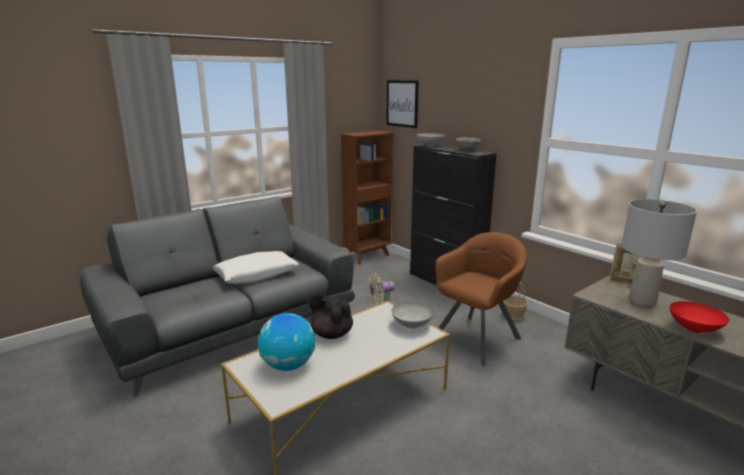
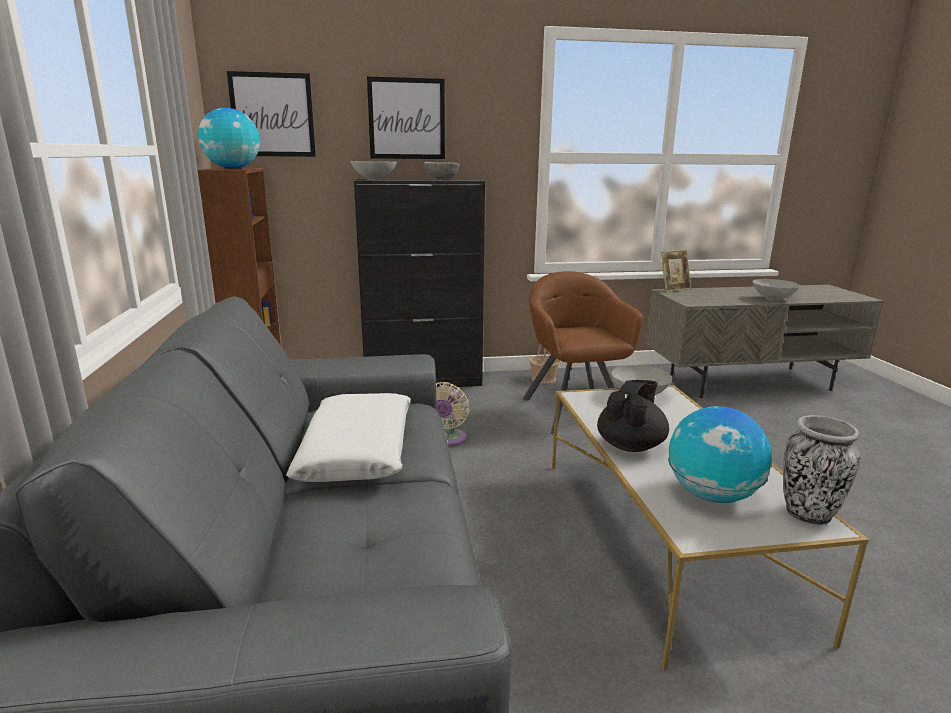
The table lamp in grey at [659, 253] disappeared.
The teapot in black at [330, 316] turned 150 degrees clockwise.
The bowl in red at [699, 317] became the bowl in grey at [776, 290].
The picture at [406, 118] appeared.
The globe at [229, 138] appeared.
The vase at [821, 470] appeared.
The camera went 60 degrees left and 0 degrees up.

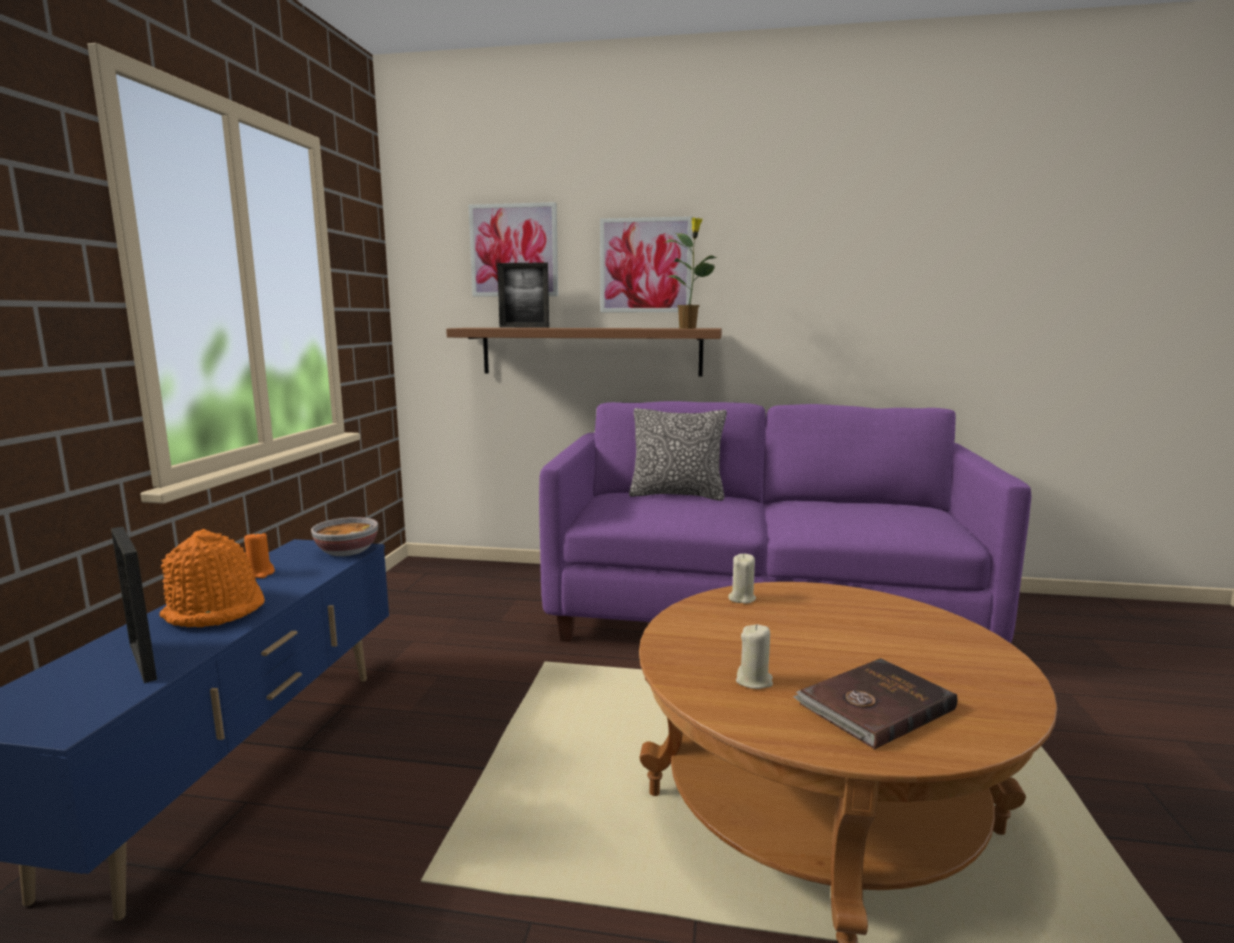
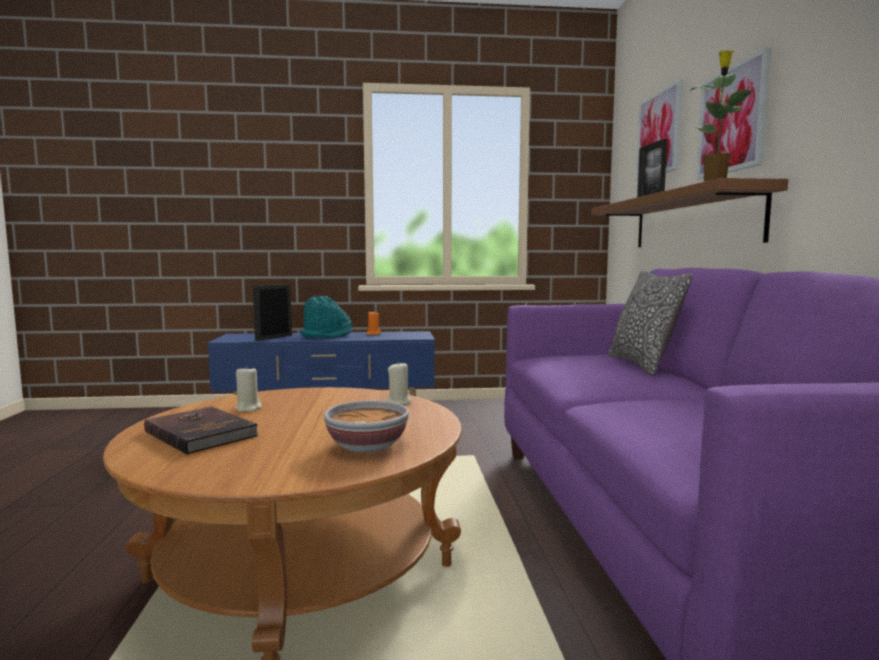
The bowl moved from [344, 536] to [366, 426].
The hat in orange at [212, 578] became the hat in turquoise at [326, 317].
The camera went 75 degrees right and 5 degrees down.

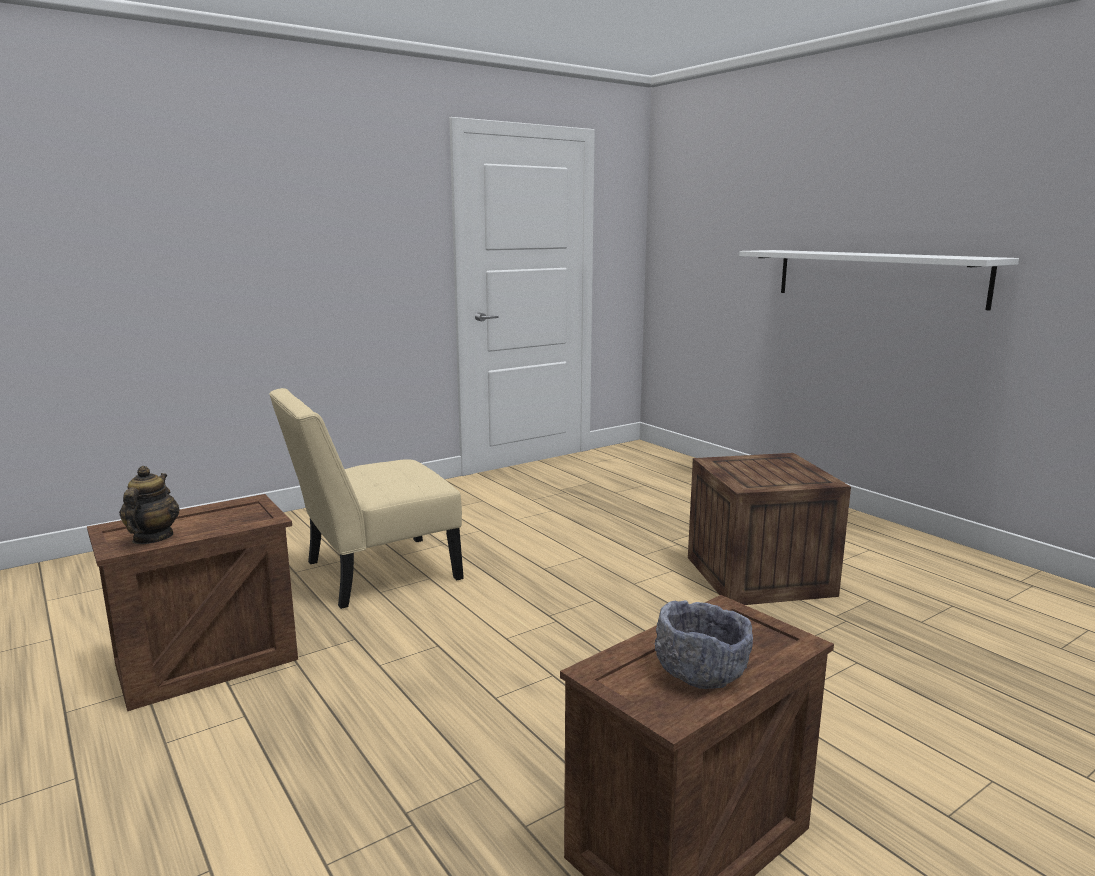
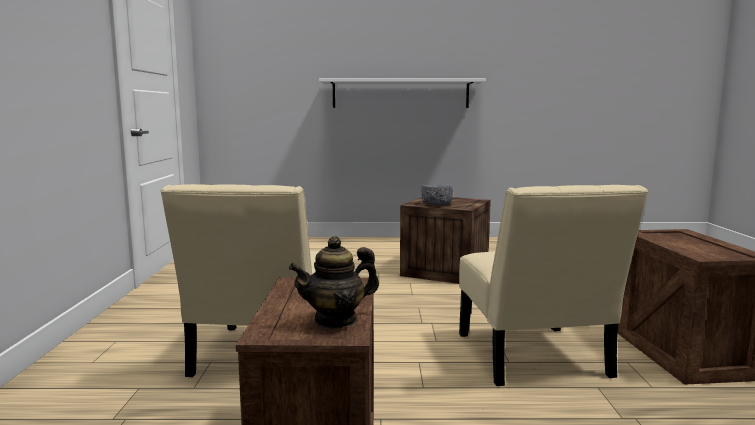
The teapot at [149, 505] turned 60 degrees counterclockwise.
The bowl in grey moved from [704, 644] to [437, 194].
The chair in beige at [553, 285] appeared.
The camera went 55 degrees left and 5 degrees down.

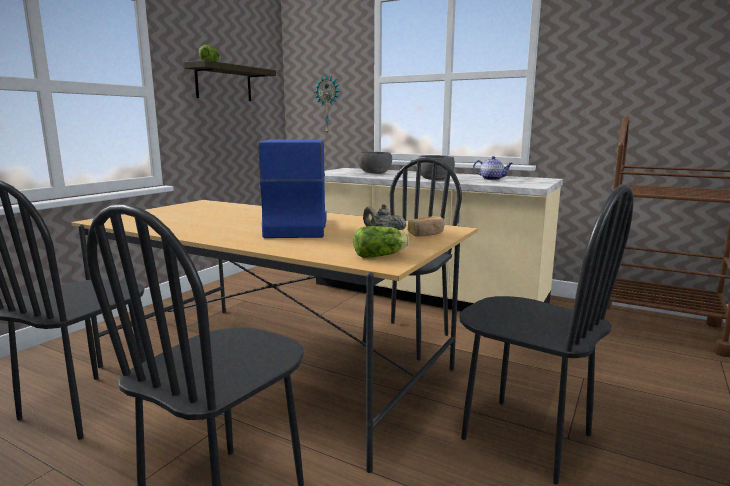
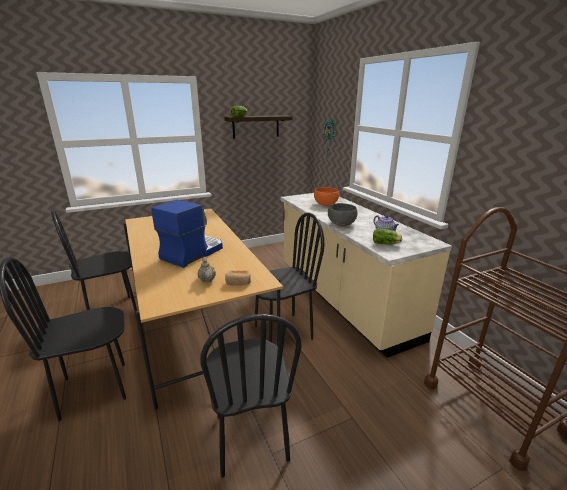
The bowl in grey at [375, 163] became the bowl in orange at [326, 196].
The lettuce moved from [381, 242] to [387, 236].
The camera went 35 degrees right and 10 degrees up.

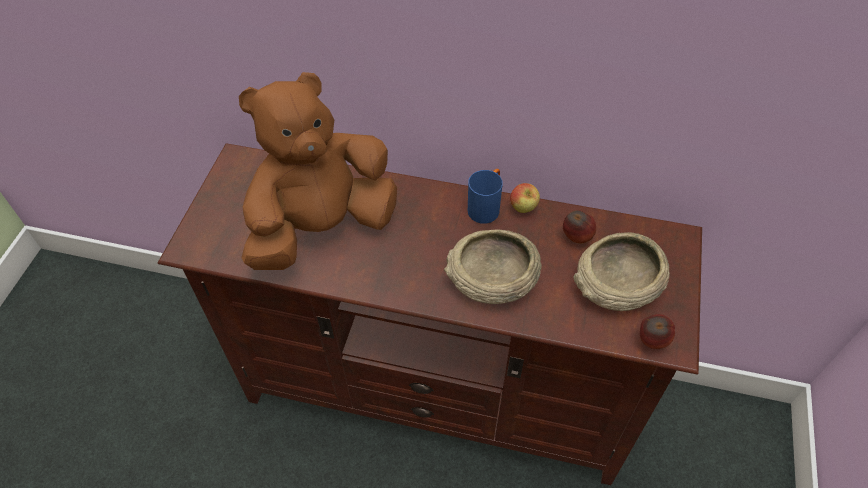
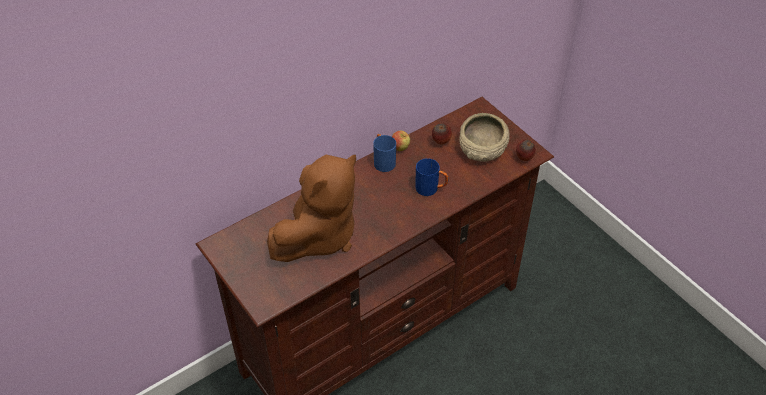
The plush toy in brown at [318, 171] turned 150 degrees counterclockwise.
The bowl in beige at [493, 266] was replaced by the mug in blue at [432, 177].
The camera went 50 degrees left and 5 degrees down.

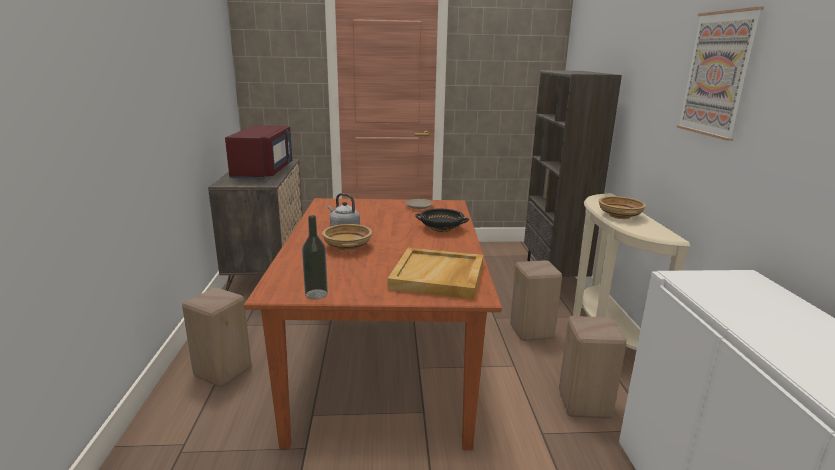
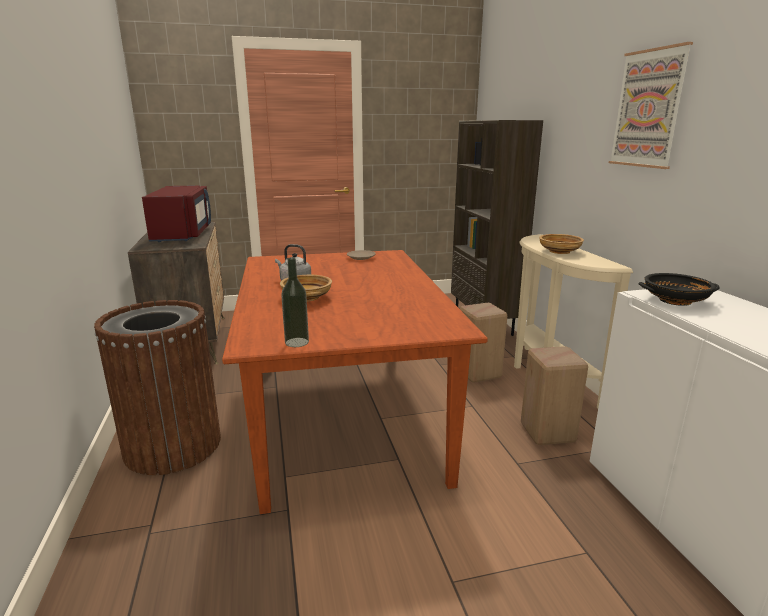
The bowl in black moved from [442, 220] to [679, 289].
The tray in beige at [435, 274] disappeared.
The stool in beige at [217, 337] was replaced by the trash can in brown at [157, 387].
The camera went 10 degrees left and 0 degrees up.

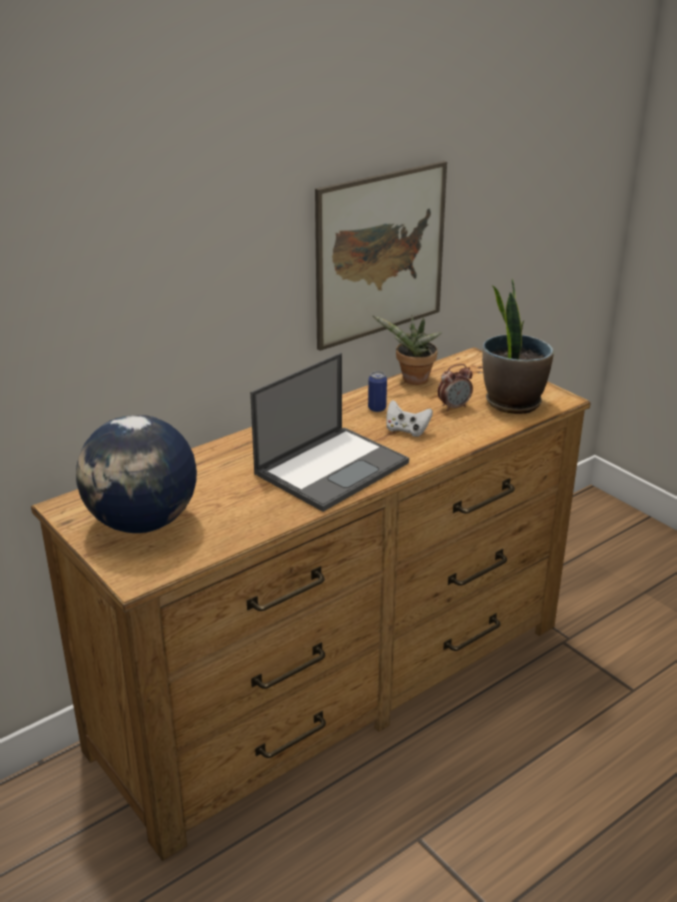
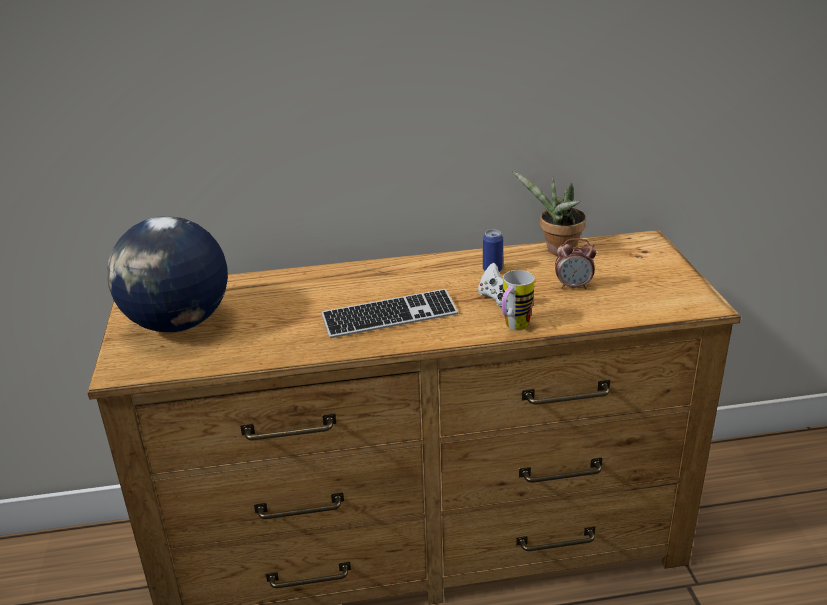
The picture at [381, 256] disappeared.
The potted plant at [518, 346] disappeared.
The laptop at [329, 432] was replaced by the keyboard at [389, 313].
The mug at [518, 300] appeared.
The camera went 30 degrees right and 0 degrees up.

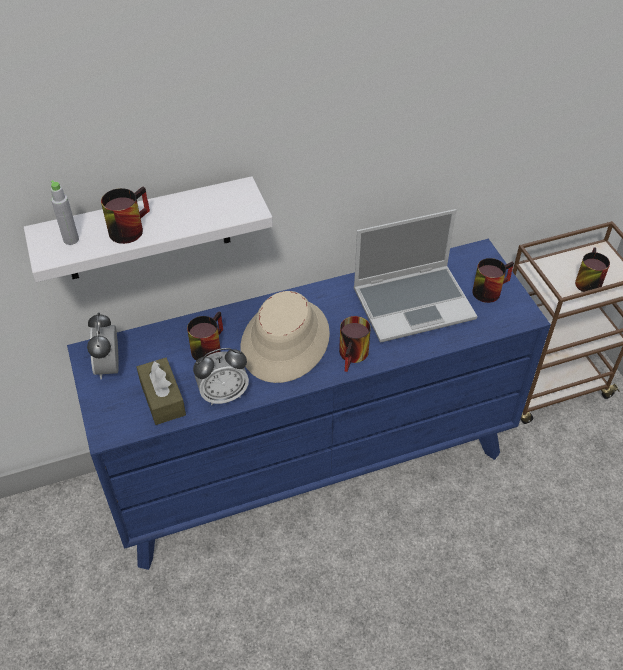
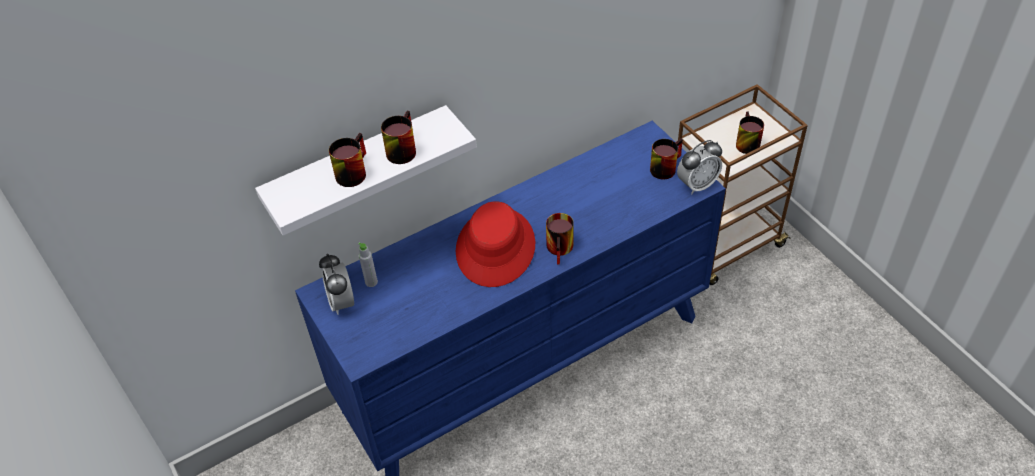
The bottle in grey moved from [65, 212] to [368, 264].
The laptop at [415, 276] disappeared.
The hat in beige at [285, 337] became the hat in red at [495, 244].
The mug moved from [205, 336] to [398, 137].
The alarm clock moved from [221, 376] to [699, 167].
The tissue box in brown at [161, 391] disappeared.
The camera went 10 degrees left and 0 degrees up.

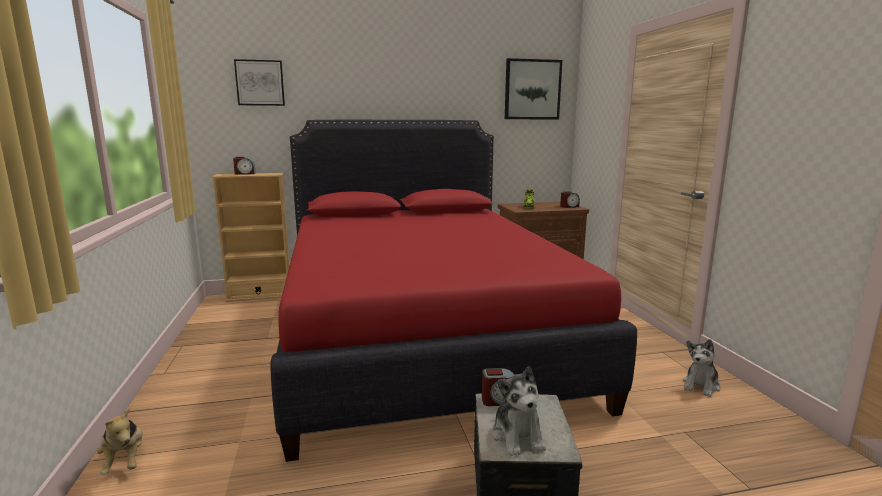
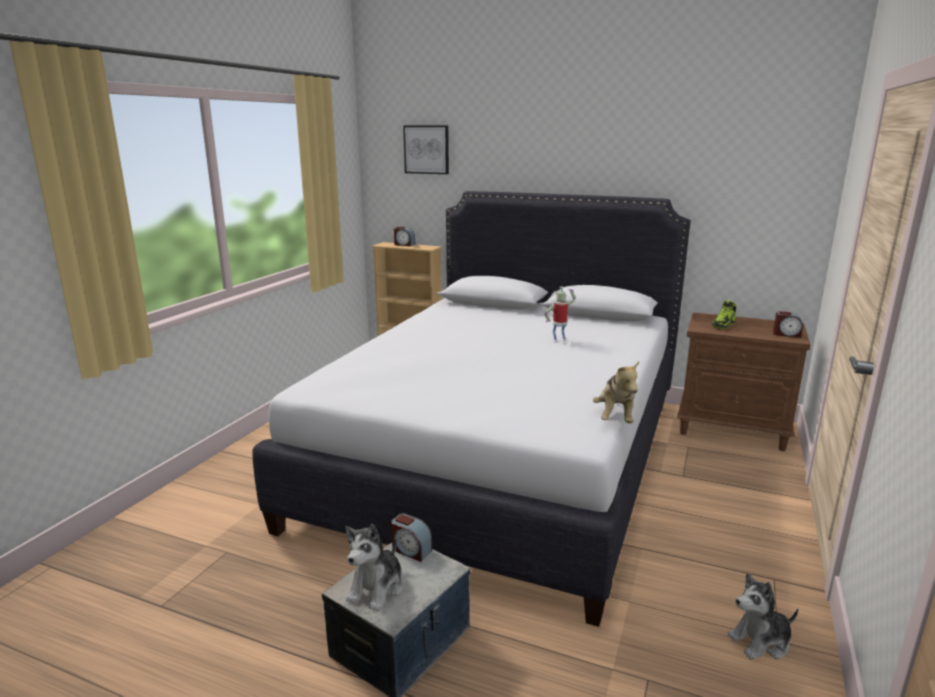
The picture at [533, 88] disappeared.
The bed in red at [453, 291] became the bed in white at [472, 409].
The plush toy moved from [120, 442] to [616, 392].
The toy robot at [560, 315] appeared.
The camera went 35 degrees right and 5 degrees up.

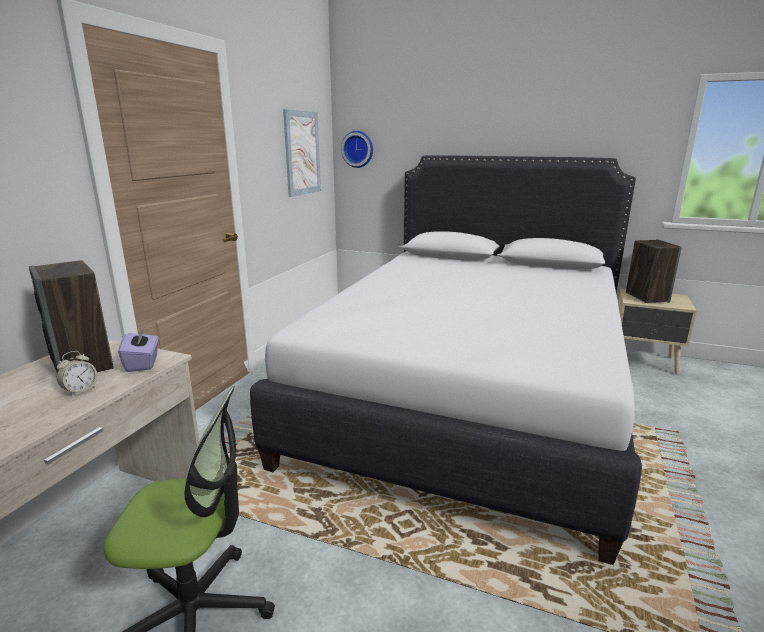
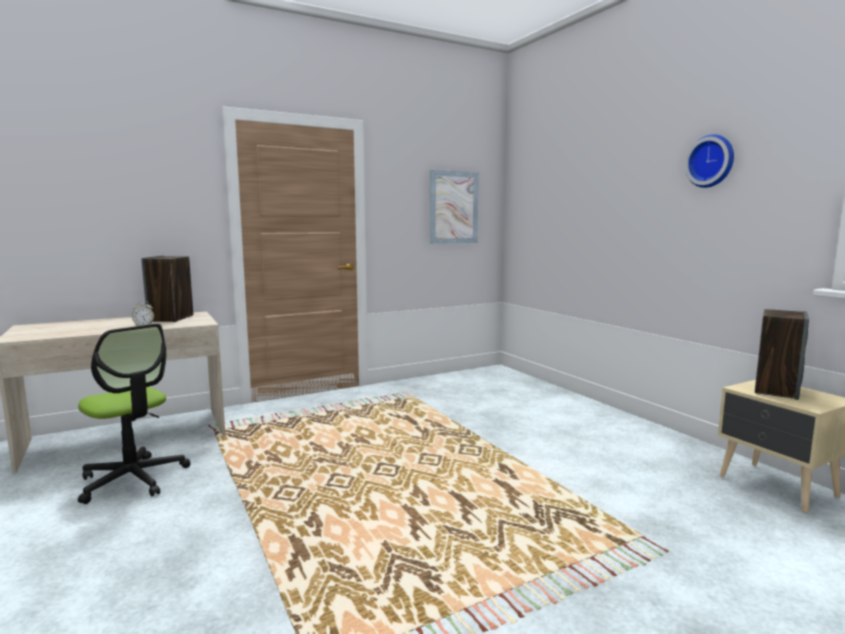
The wall clock moved from [357, 149] to [709, 161].
The bed in white at [446, 360] disappeared.
The tissue box in purple at [138, 349] disappeared.
The camera went 40 degrees right and 10 degrees down.

